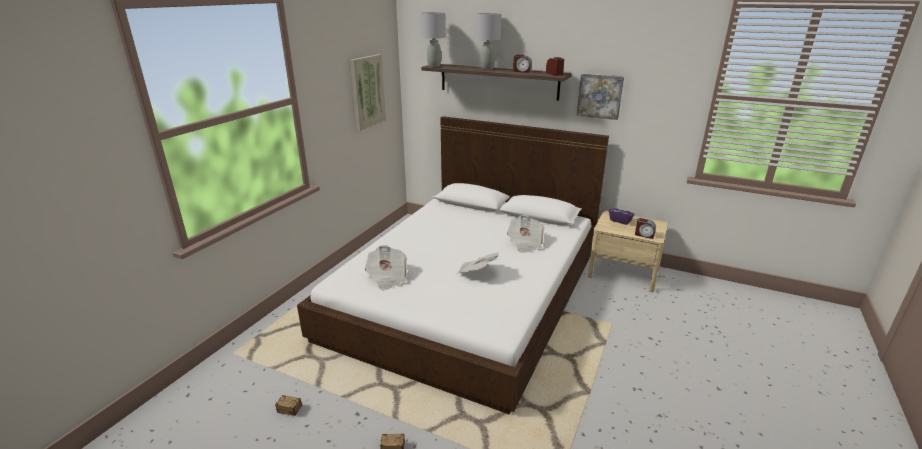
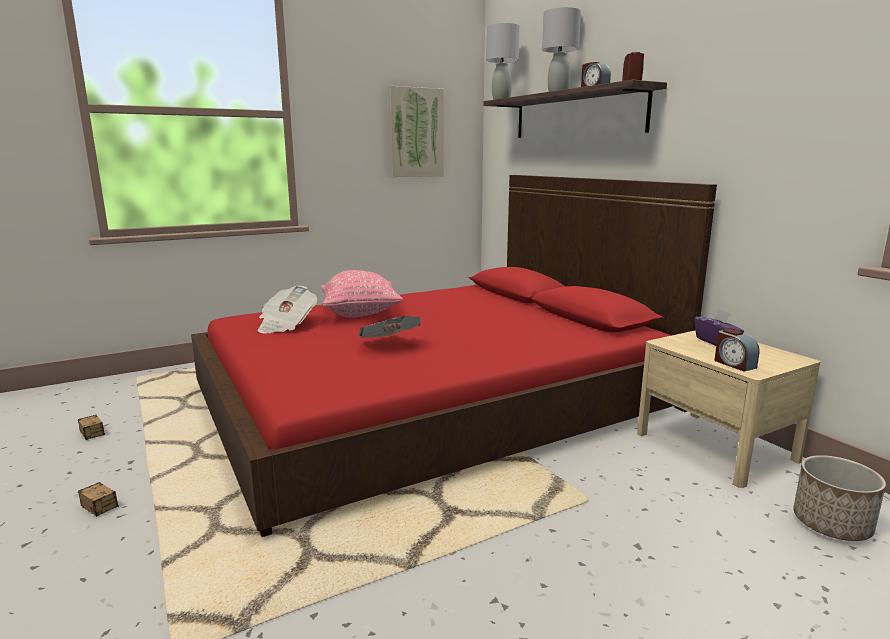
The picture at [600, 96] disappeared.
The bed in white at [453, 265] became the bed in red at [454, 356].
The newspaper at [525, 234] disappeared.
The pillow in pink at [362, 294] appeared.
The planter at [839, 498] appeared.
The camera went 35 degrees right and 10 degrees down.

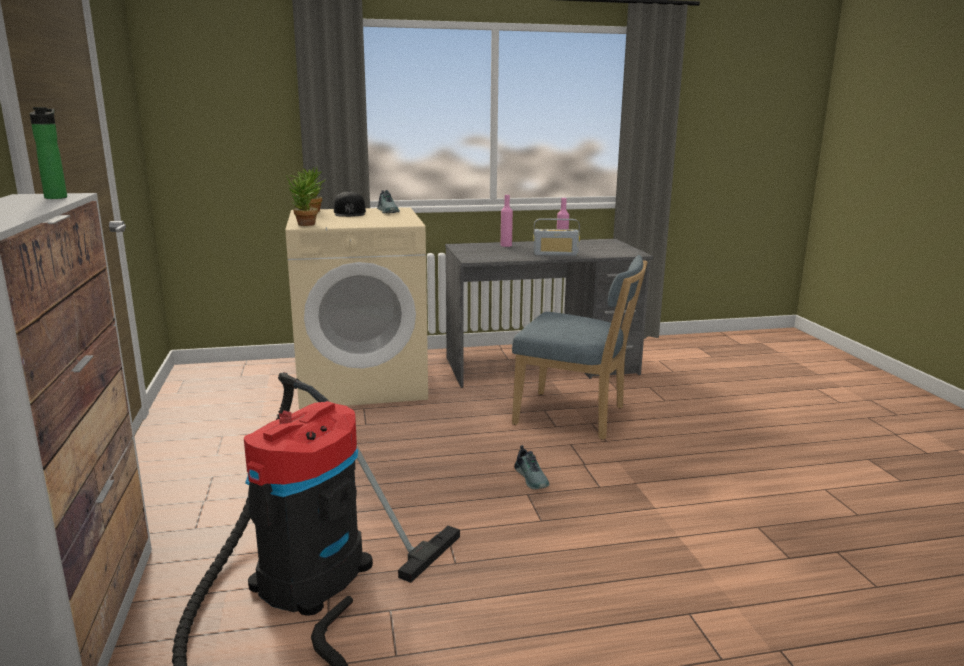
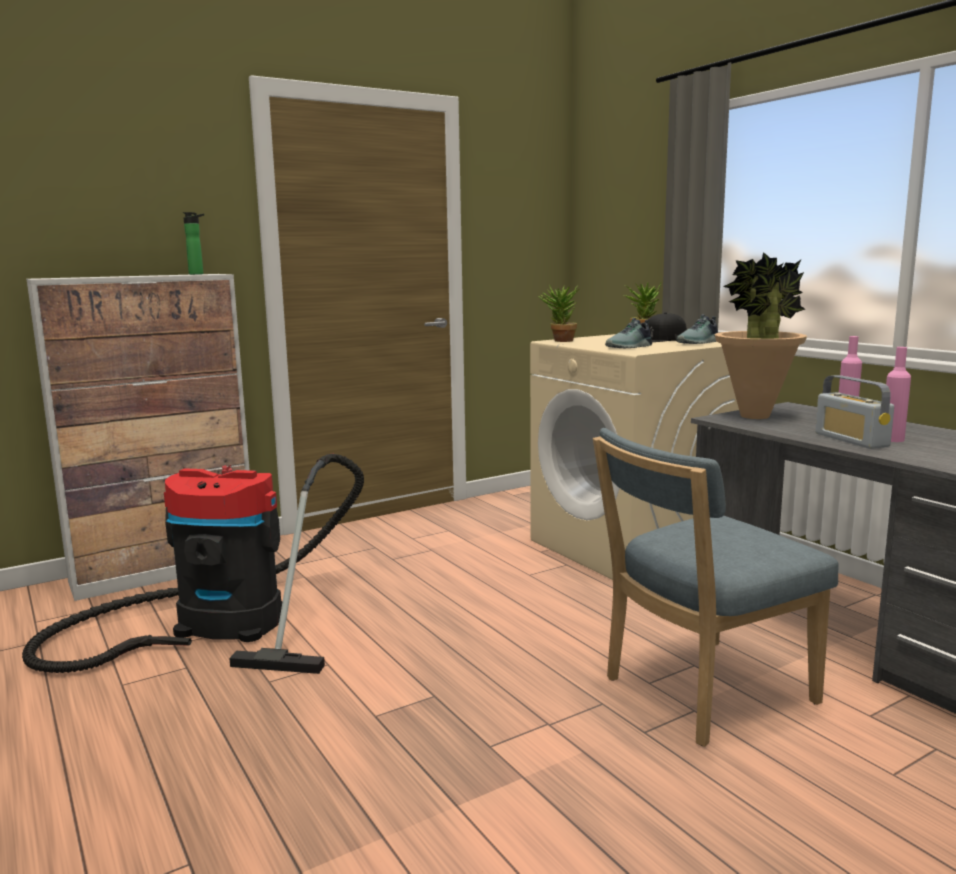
The chair in blue at [580, 347] turned 60 degrees clockwise.
The shoe moved from [532, 467] to [628, 333].
The potted plant at [761, 335] appeared.
The camera went 70 degrees right and 5 degrees down.

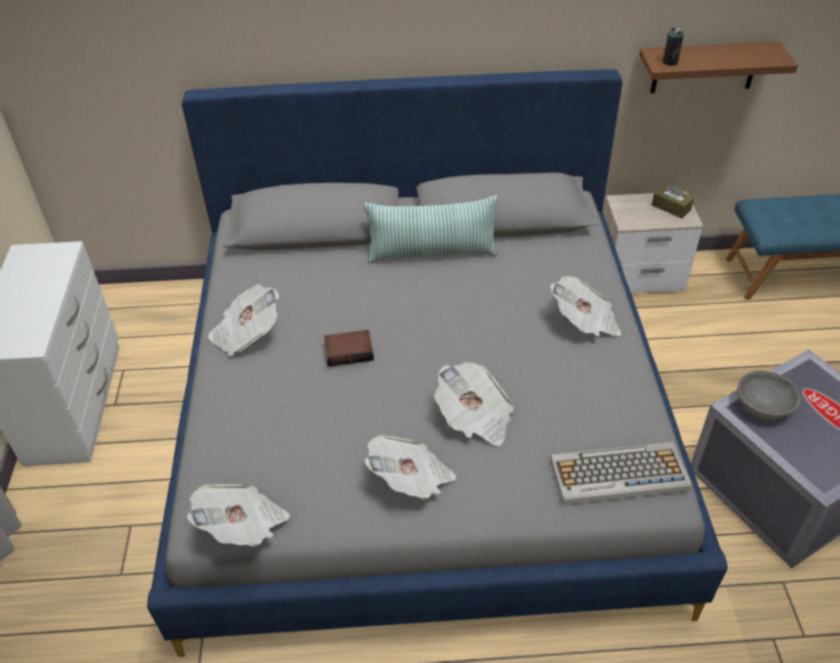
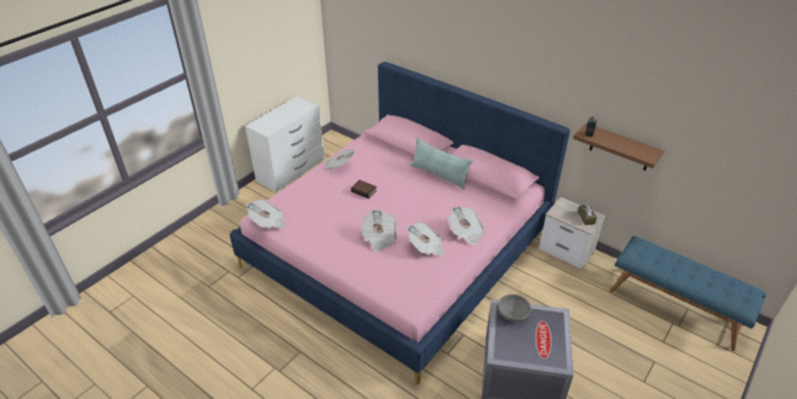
The bed in grey at [437, 363] became the bed in pink at [400, 223].
The newspaper moved from [410, 467] to [425, 239].
The keyboard at [621, 473] disappeared.
The camera went 40 degrees right and 5 degrees down.

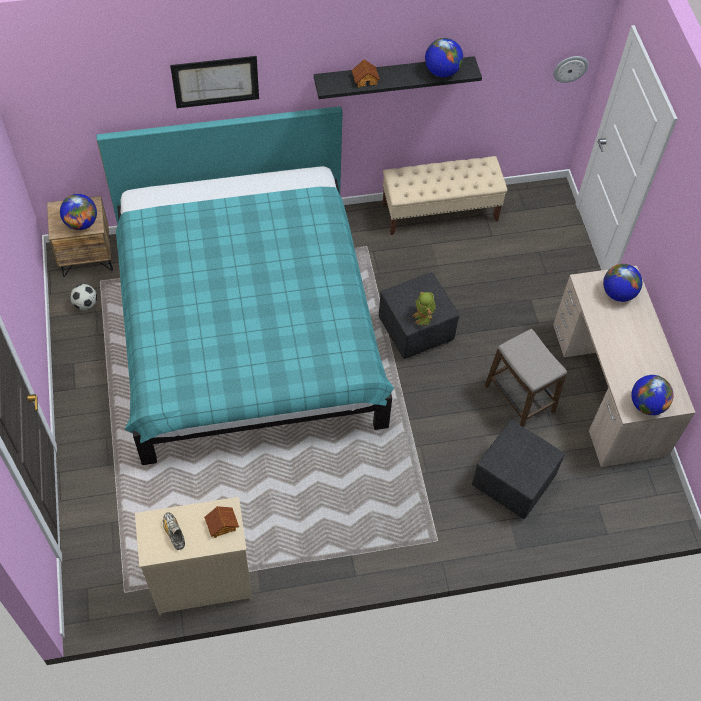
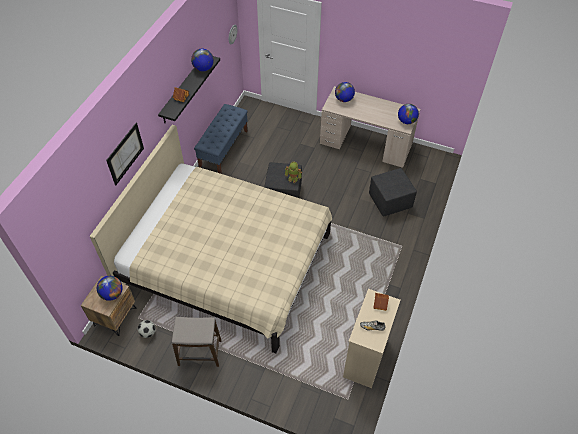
The bed in turquoise at [245, 285] became the bed in beige at [211, 239].
The bench in beige at [445, 195] became the bench in blue at [221, 139].
The stool moved from [526, 378] to [196, 342].
The camera went 55 degrees left and 5 degrees down.

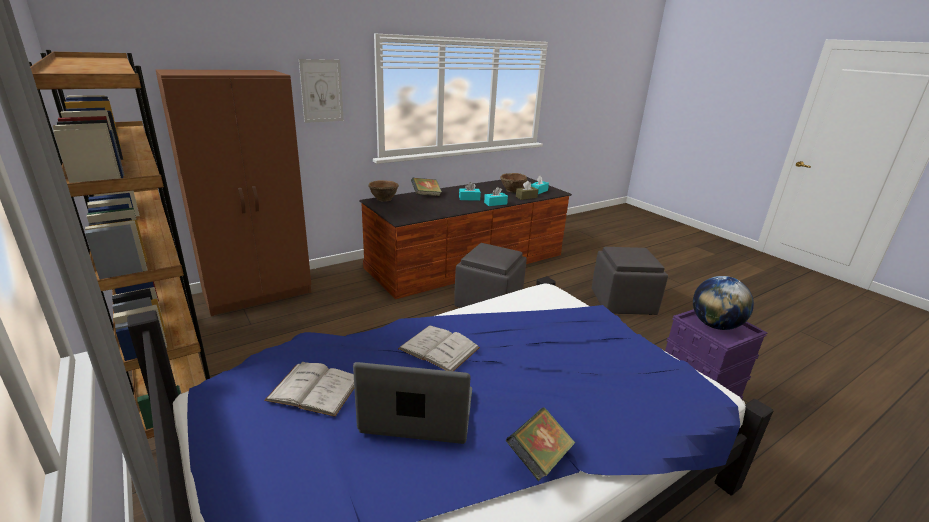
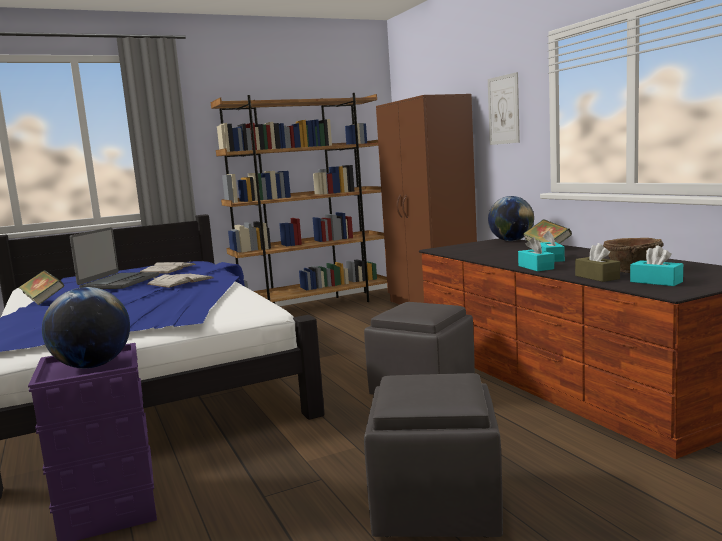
The bowl in brown at [383, 191] was replaced by the globe at [511, 218].
The camera went 100 degrees right and 15 degrees down.

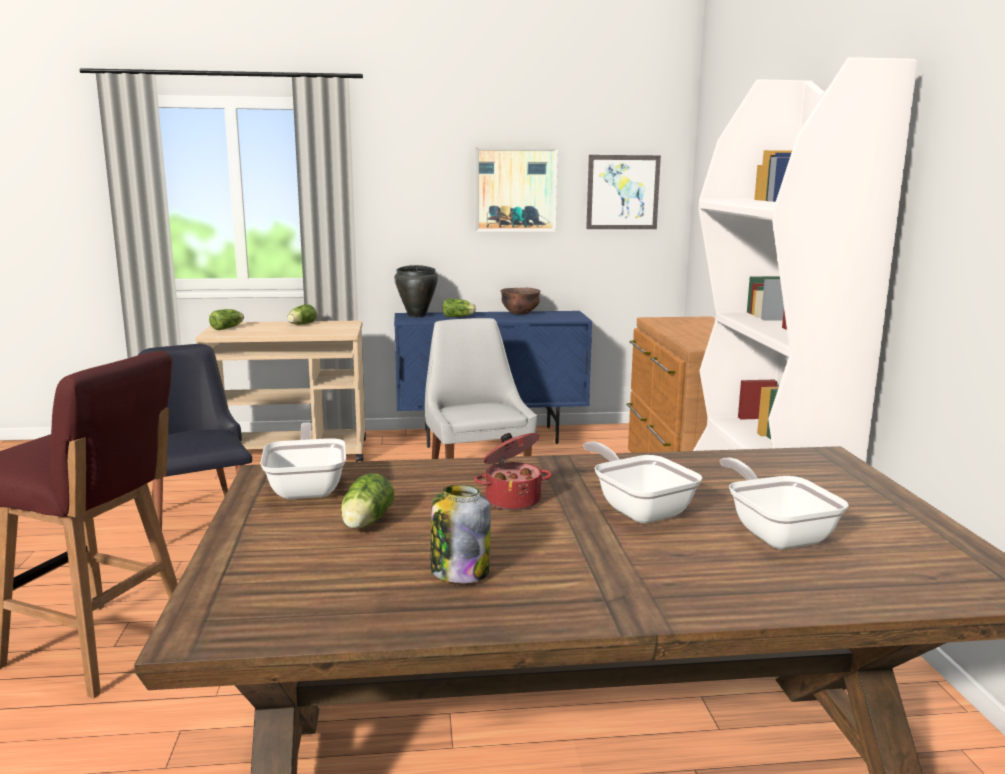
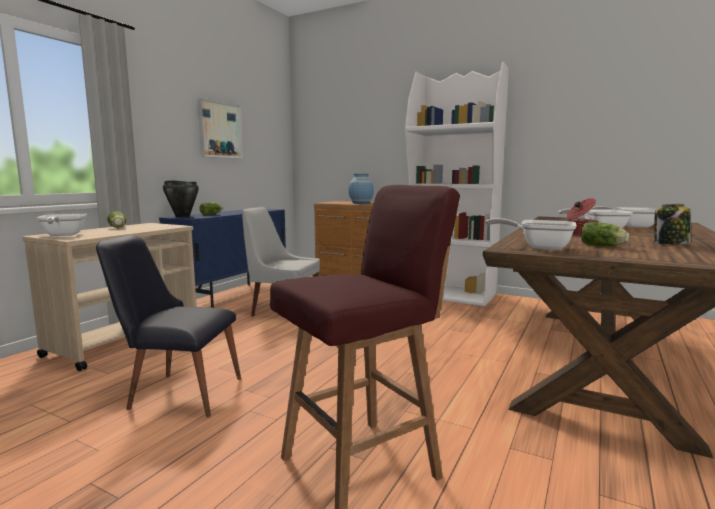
The picture at [623, 192] disappeared.
The bowl in brown at [521, 301] disappeared.
The lettuce at [226, 319] was replaced by the frying pan at [62, 225].
The vase in blue at [361, 189] appeared.
The camera went 55 degrees left and 5 degrees down.

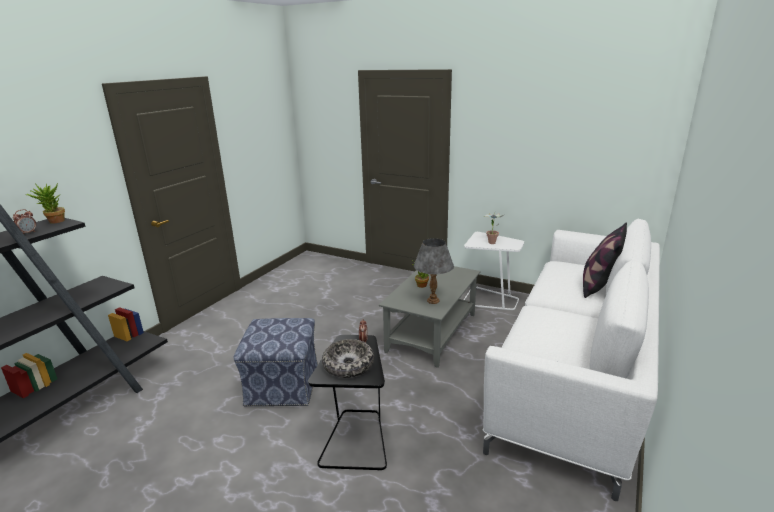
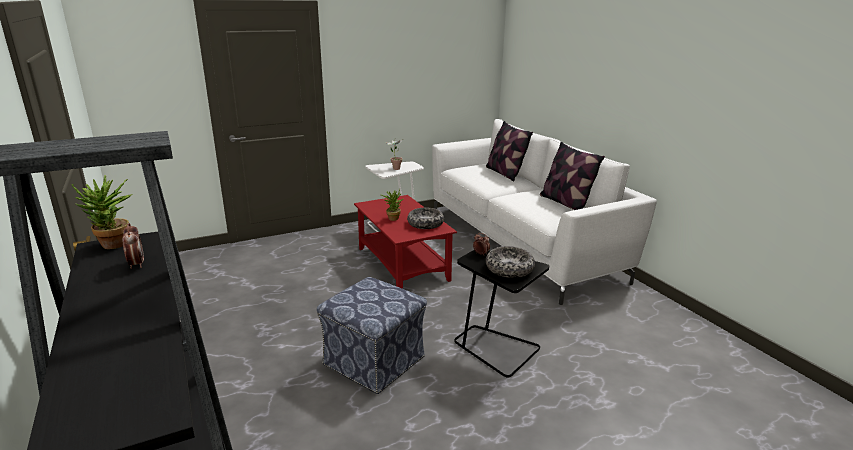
The table lamp in grey at [434, 271] was replaced by the bowl at [425, 218].
The coffee table in grey at [429, 317] became the coffee table in red at [405, 242].
The pillow at [572, 176] appeared.
The camera went 55 degrees left and 0 degrees up.

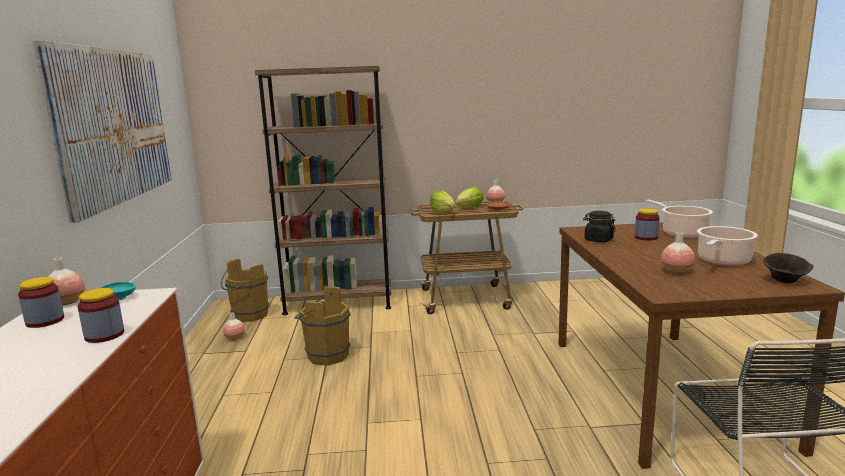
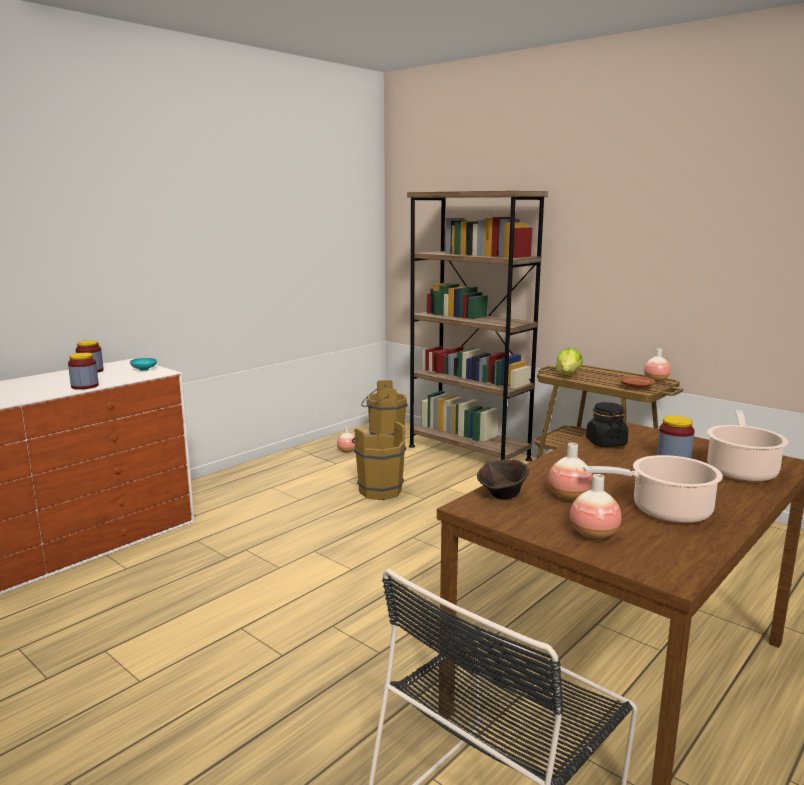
The picture at [102, 131] disappeared.
The lettuce at [469, 197] disappeared.
The bowl in brown moved from [788, 268] to [503, 479].
The vase moved from [66, 281] to [595, 507].
The camera went 45 degrees right and 0 degrees up.

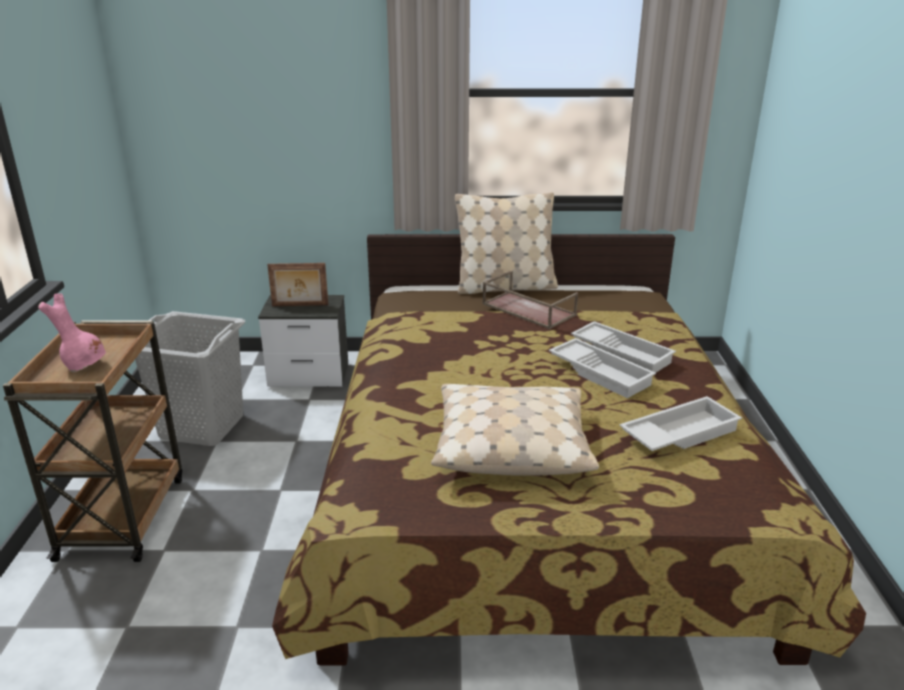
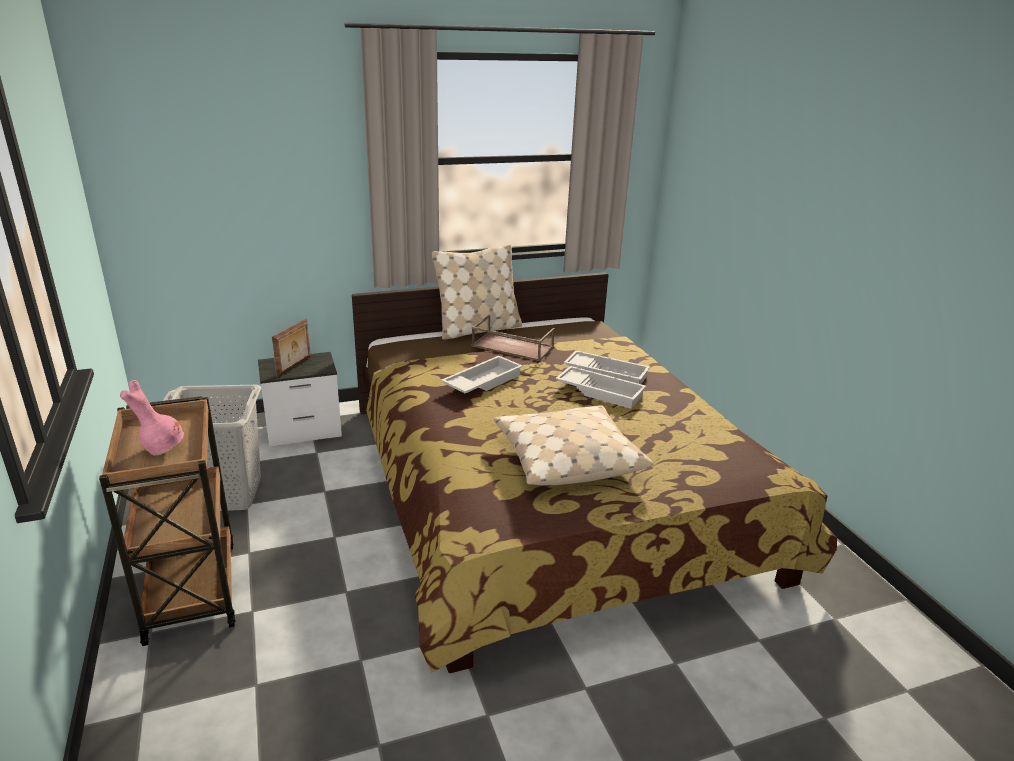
The picture frame at [297, 284] turned 45 degrees counterclockwise.
The tray in white moved from [680, 423] to [482, 374].
The camera went 20 degrees left and 0 degrees up.

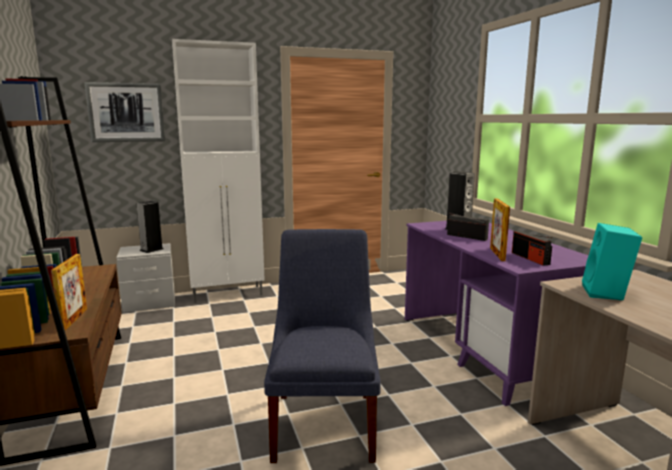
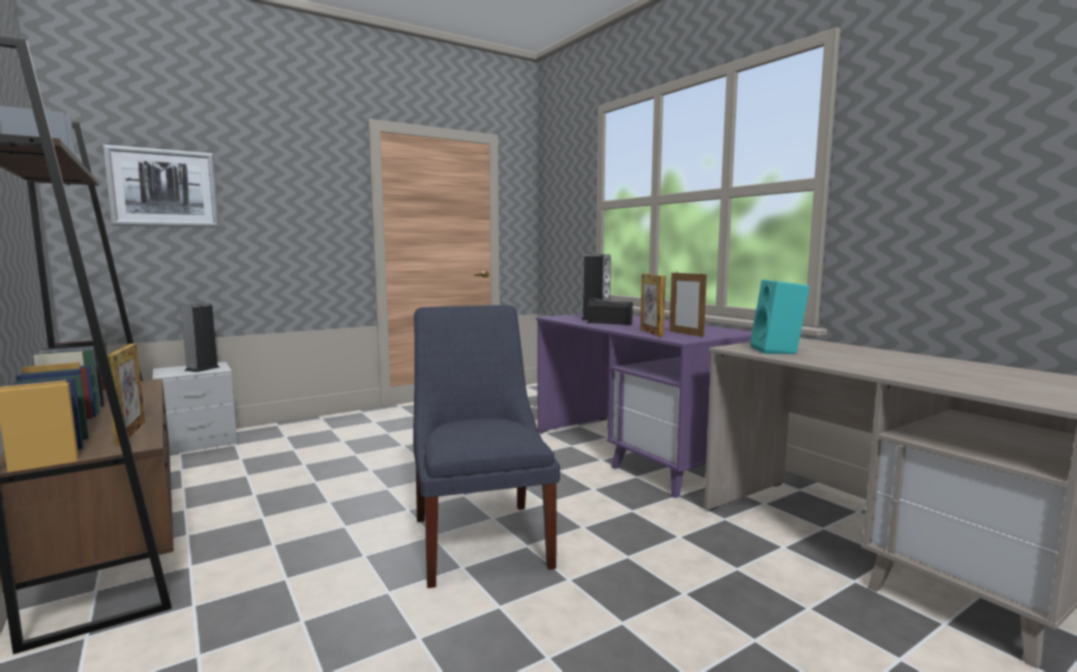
The cabinet in white at [218, 171] disappeared.
The radio at [532, 248] was replaced by the picture frame at [688, 304].
The camera went 15 degrees left and 5 degrees down.

